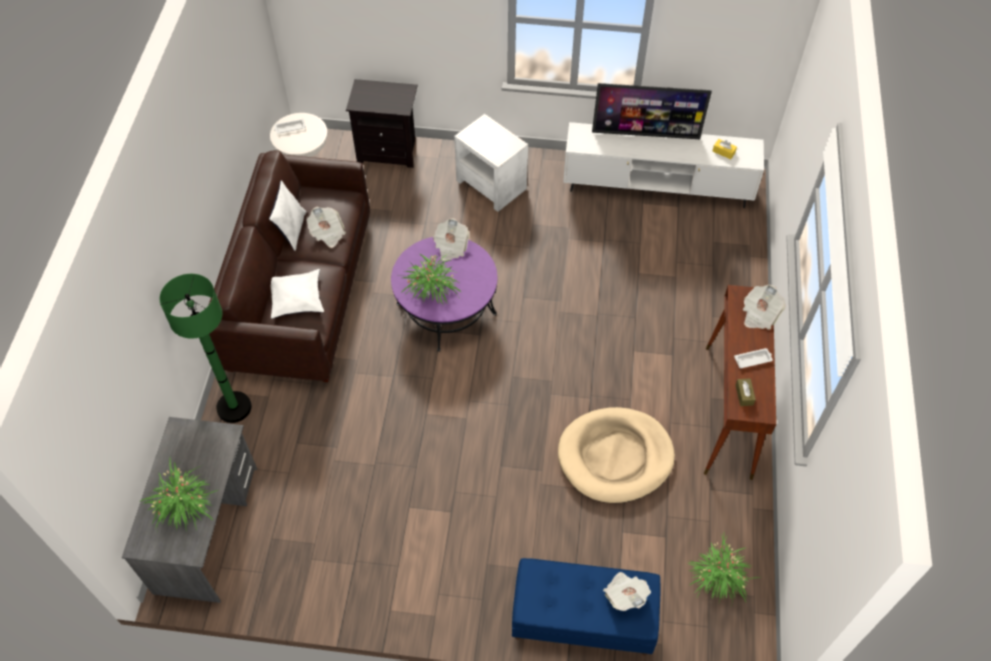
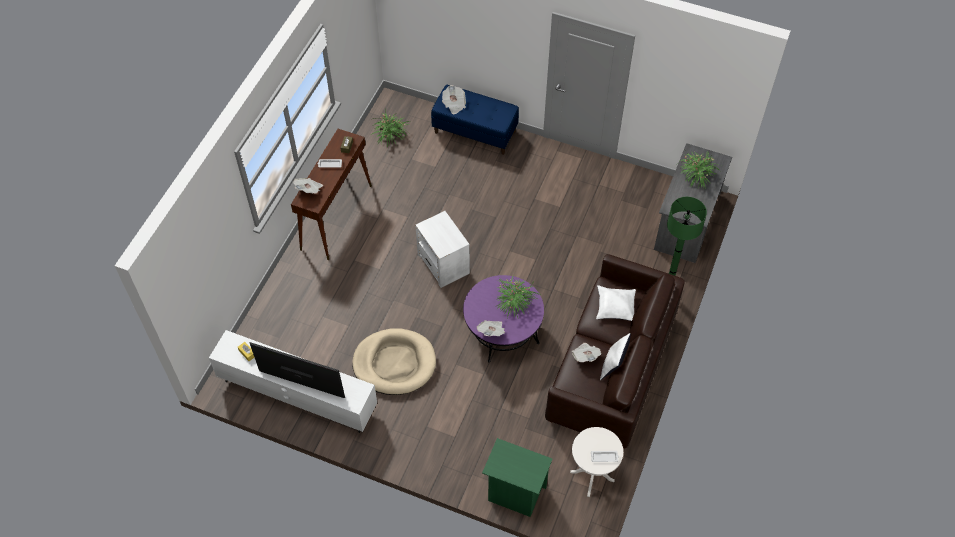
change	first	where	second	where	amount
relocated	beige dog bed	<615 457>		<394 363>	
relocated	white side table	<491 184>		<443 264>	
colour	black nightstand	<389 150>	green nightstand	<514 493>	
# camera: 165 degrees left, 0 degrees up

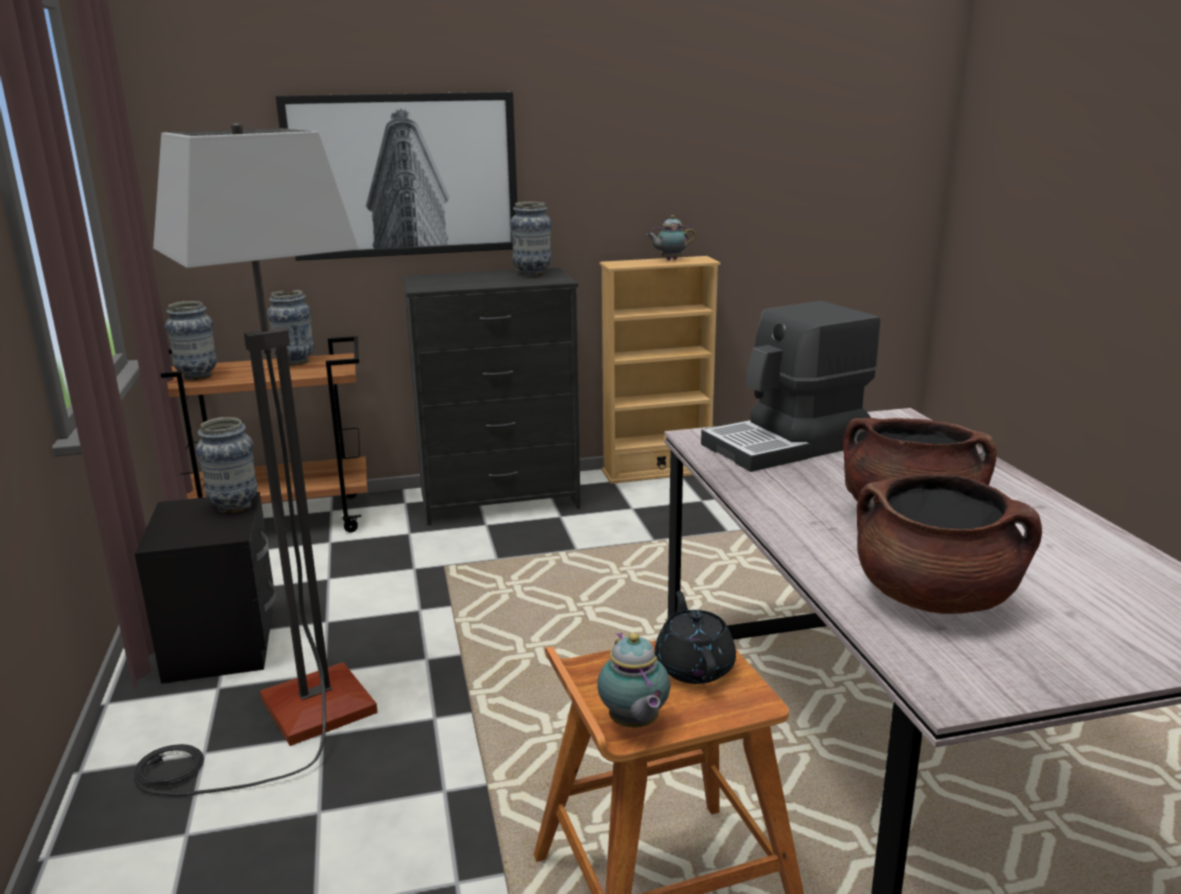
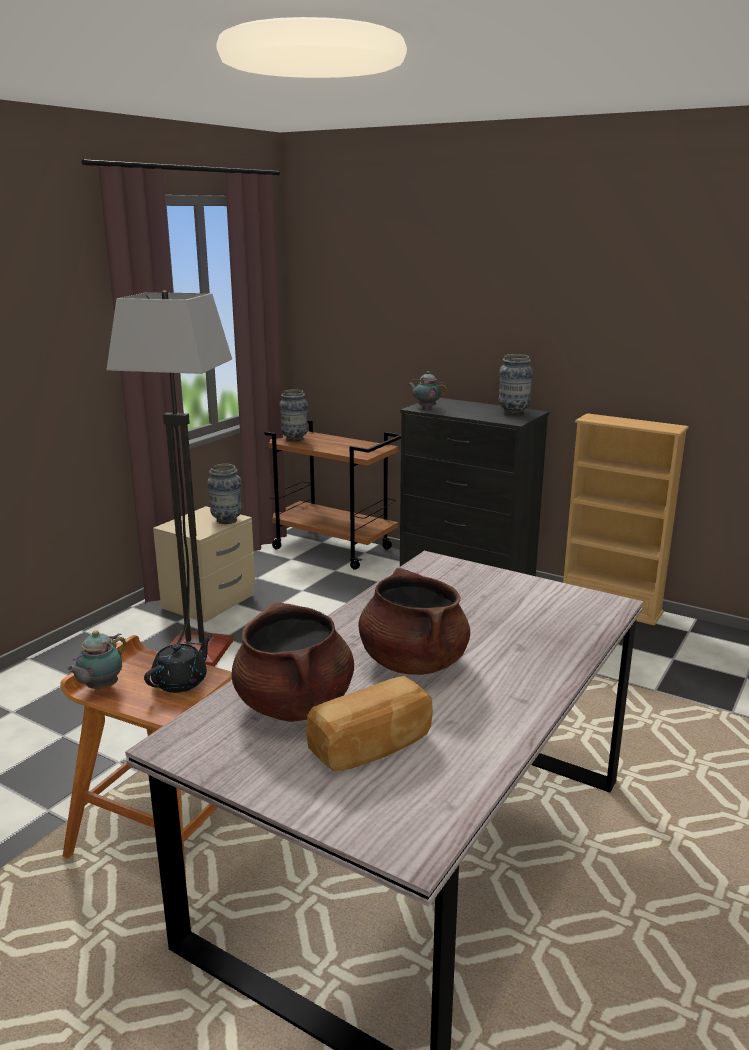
change	first	where	second	where	amount
colour	black nightstand	<225 644>	beige nightstand	<210 602>	
appeared			bread	<372 747>	
relocated	teapot	<670 260>		<426 407>	
missing	vase	<295 362>			
missing	picture	<403 176>			
missing	coffee machine	<787 445>			
# camera: 45 degrees right, 0 degrees up

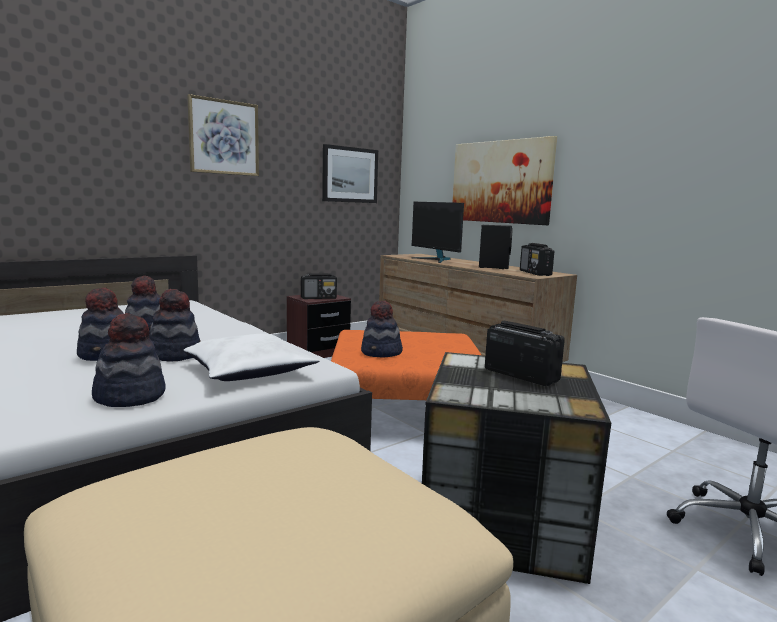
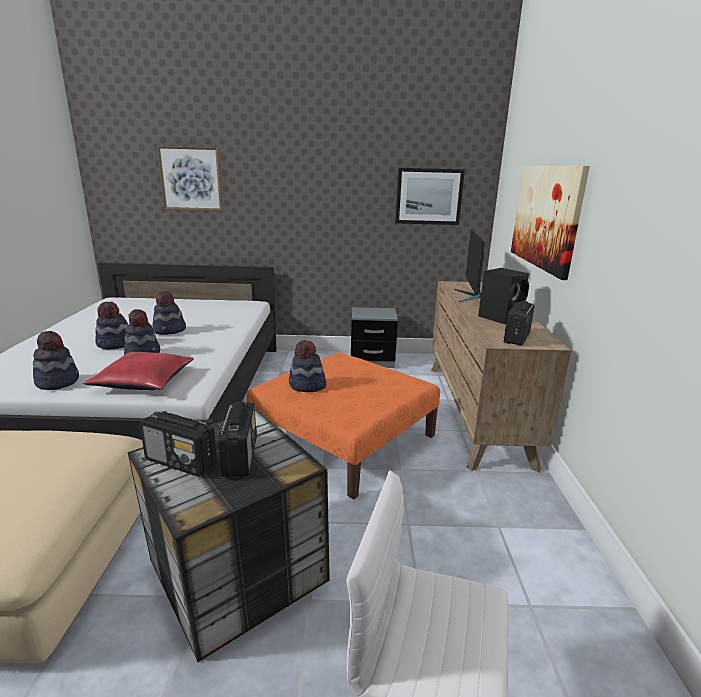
change	first	where	second	where	amount
colour	white pillow	<249 371>	red pillow	<145 381>	
relocated	radio	<319 298>		<181 462>	
relocated	picture	<224 137>		<191 179>	
colour	brown nightstand	<318 353>	grey nightstand	<371 361>	
# camera: 40 degrees right, 10 degrees up

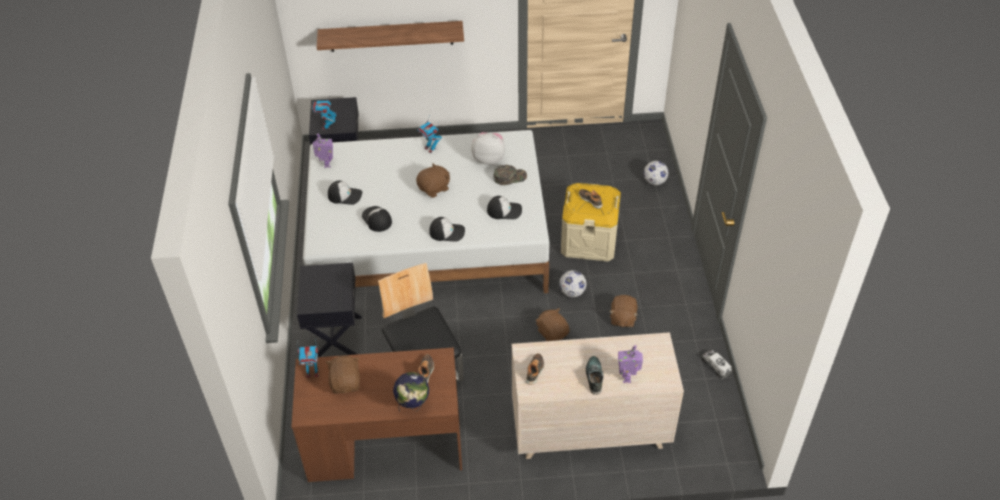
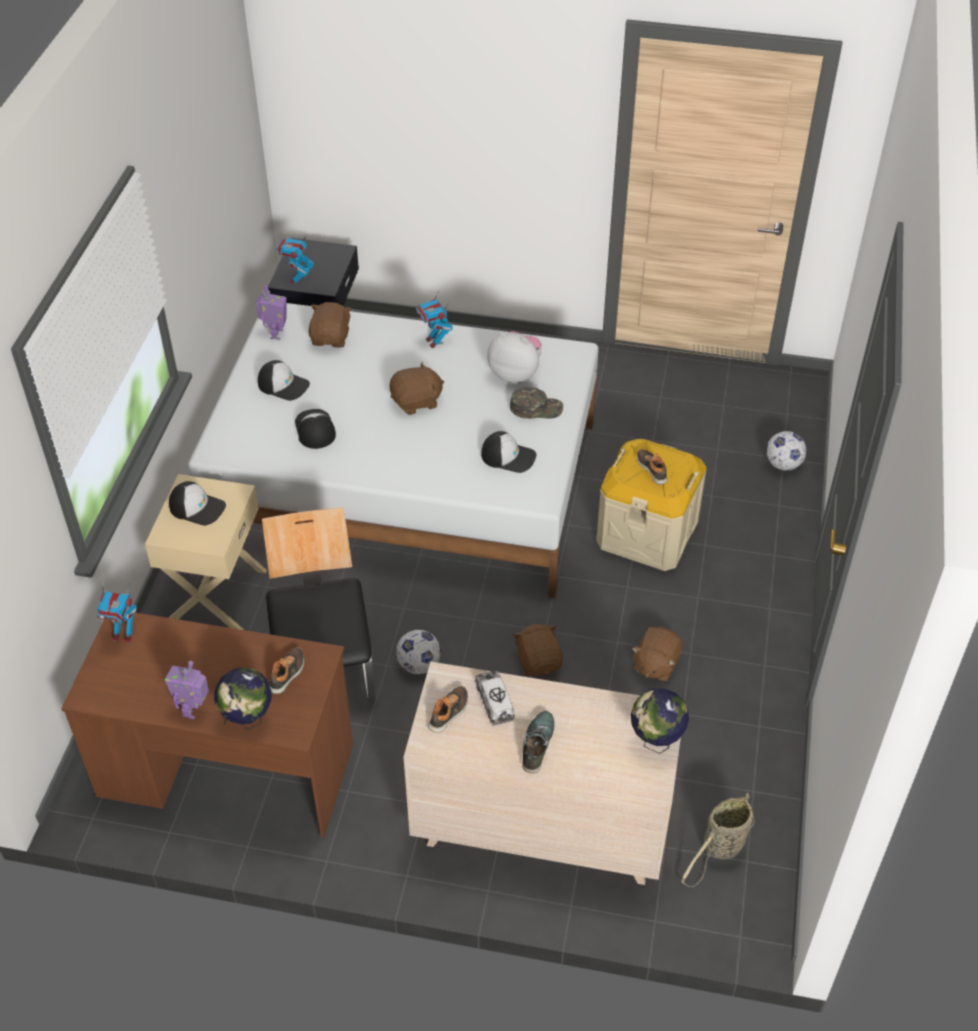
change	first	where	second	where	amount
colour	black nightstand	<335 339>	beige nightstand	<216 594>	
relocated	toy robot	<627 377>		<193 710>	
relocated	cap	<447 232>		<197 507>	
relocated	brown plush toy	<346 383>		<331 338>	
relocated	football	<572 292>		<418 665>	
relocated	toy truck	<716 366>		<494 702>	
appeared			globe	<656 742>	
appeared			basket	<721 848>	
missing	shelf	<391 36>			
# camera: 15 degrees right, 0 degrees up

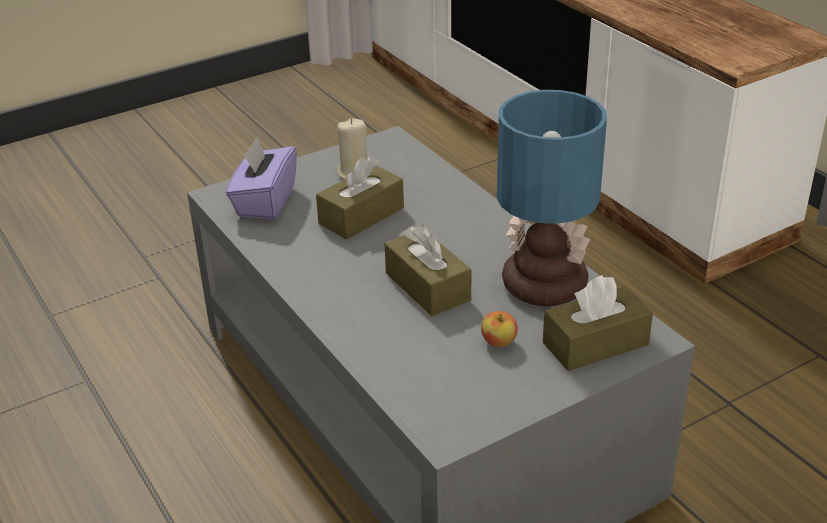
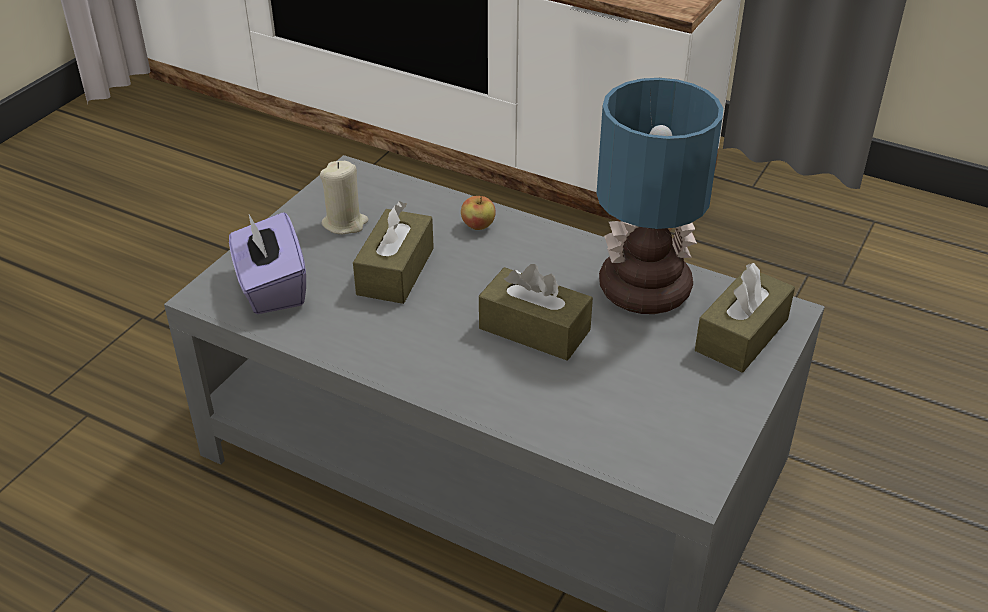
change	first	where	second	where	amount
relocated	apple	<499 342>		<478 226>	
# camera: 30 degrees left, 5 degrees up

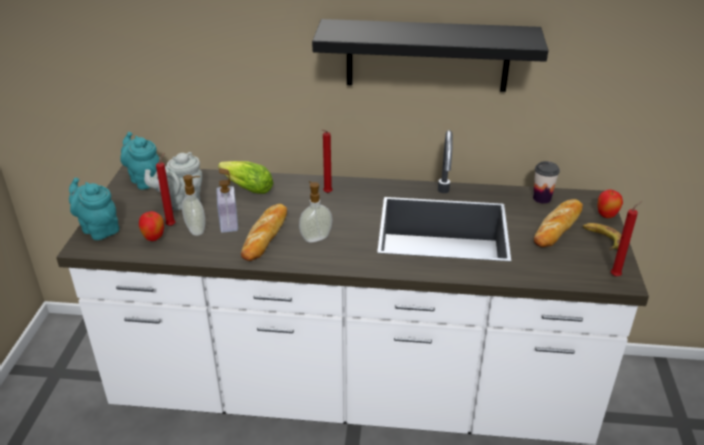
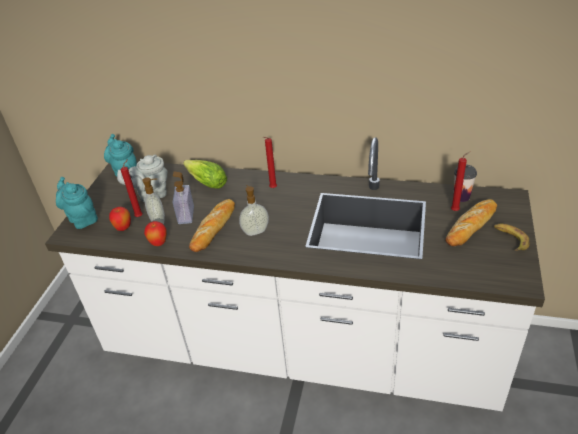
change	first	where	second	where	amount
relocated	apple	<606 216>		<159 243>	
relocated	red candle	<616 275>		<456 210>	
missing	black shelf	<427 55>			
# camera: 10 degrees right, 5 degrees up

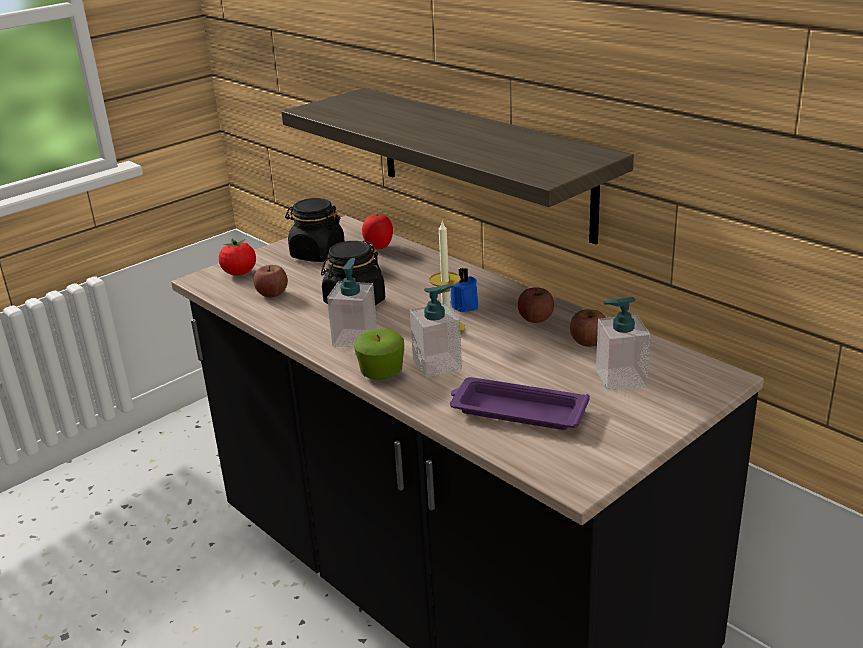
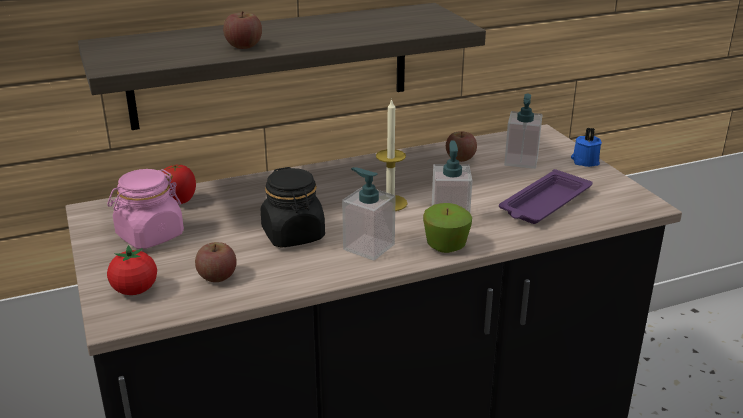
change	first	where	second	where	amount
colour	black jar	<317 254>	pink jar	<150 236>	
relocated	apple	<535 318>		<244 46>	
relocated	blue candle	<465 305>		<584 161>	
# camera: 70 degrees left, 0 degrees up

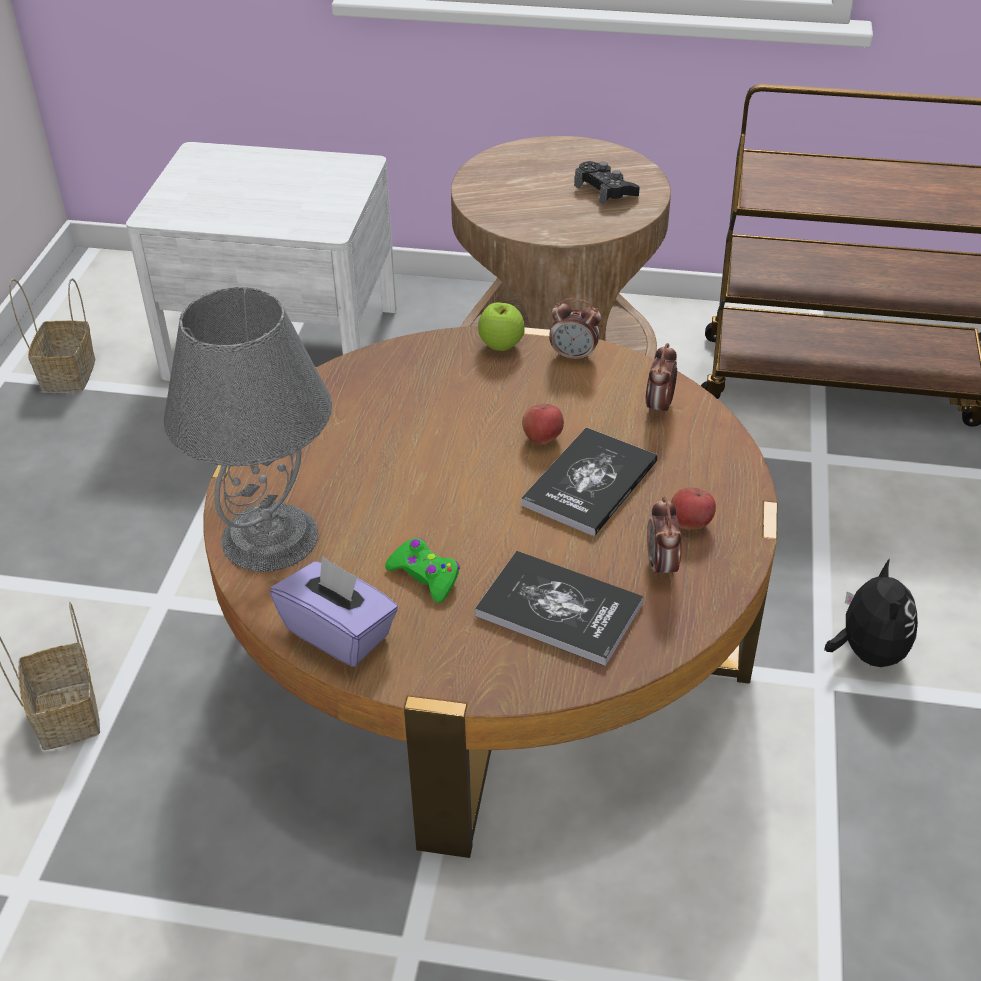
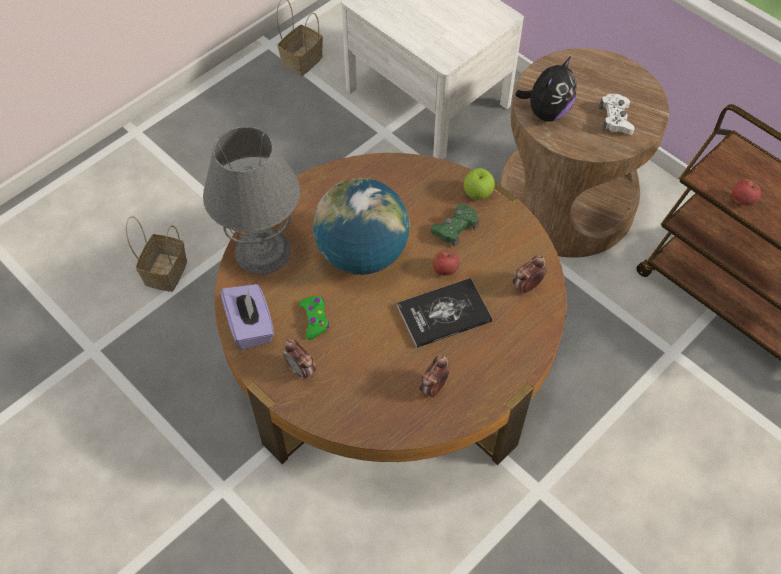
change	first	where	second	where	amount
relocated	alarm clock	<574 356>		<301 370>	
appeared			globe	<362 254>	
appeared			green game controller	<455 228>	
relocated	plush toy	<867 652>		<546 112>	
colour	black game controller	<605 190>	white game controller	<615 119>	
relocated	apple	<690 523>		<742 200>	
missing	book	<559 609>			
# camera: 35 degrees right, 15 degrees up

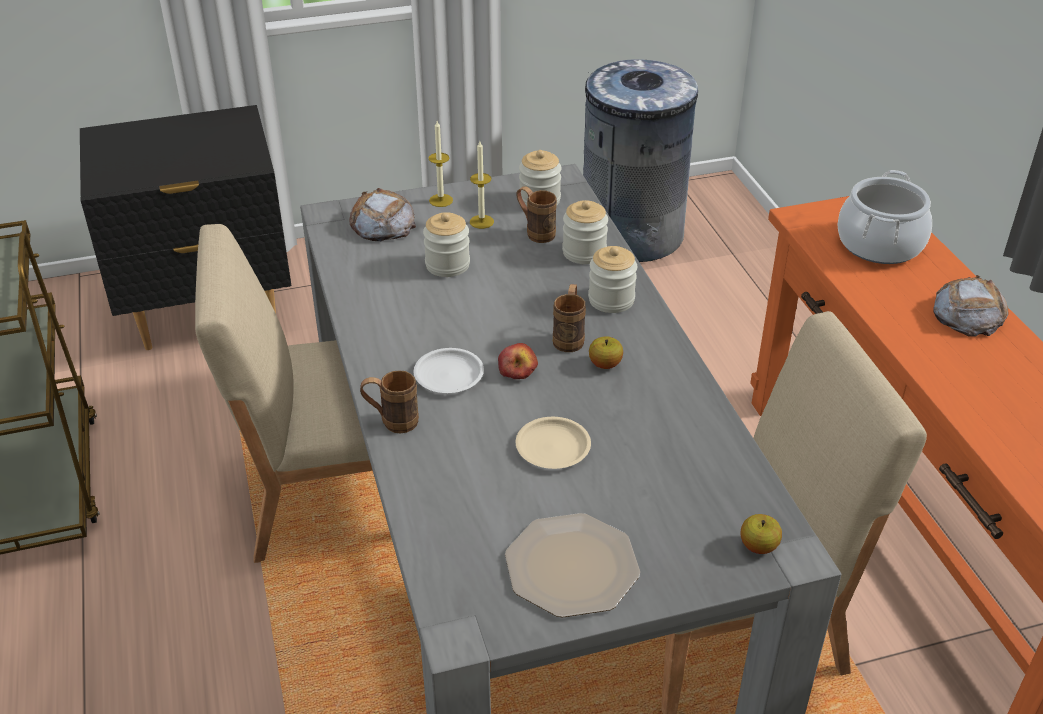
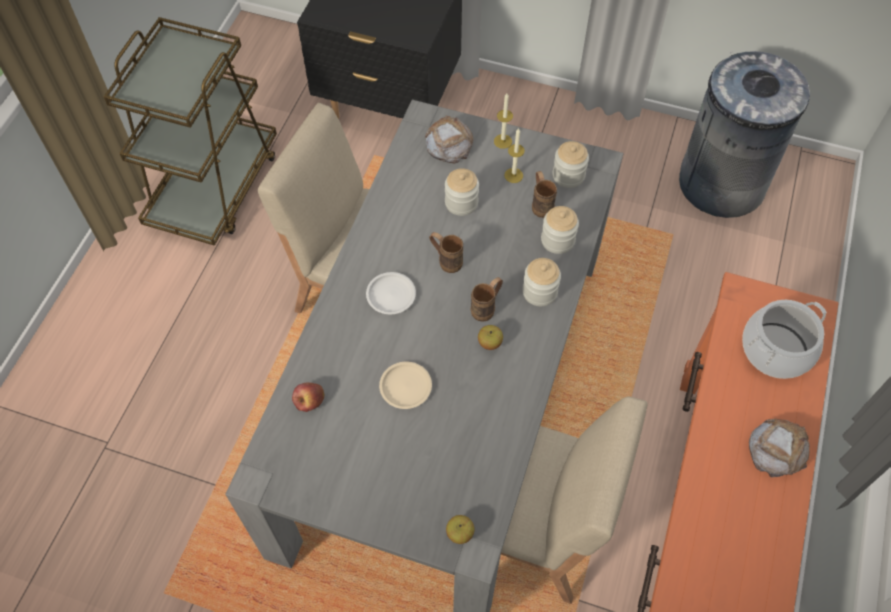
change	first	where	second	where	amount
relocated	apple	<518 370>		<309 399>	
relocated	brown mug	<391 422>		<446 261>	
missing	plate	<570 567>			
# camera: 35 degrees right, 20 degrees up

